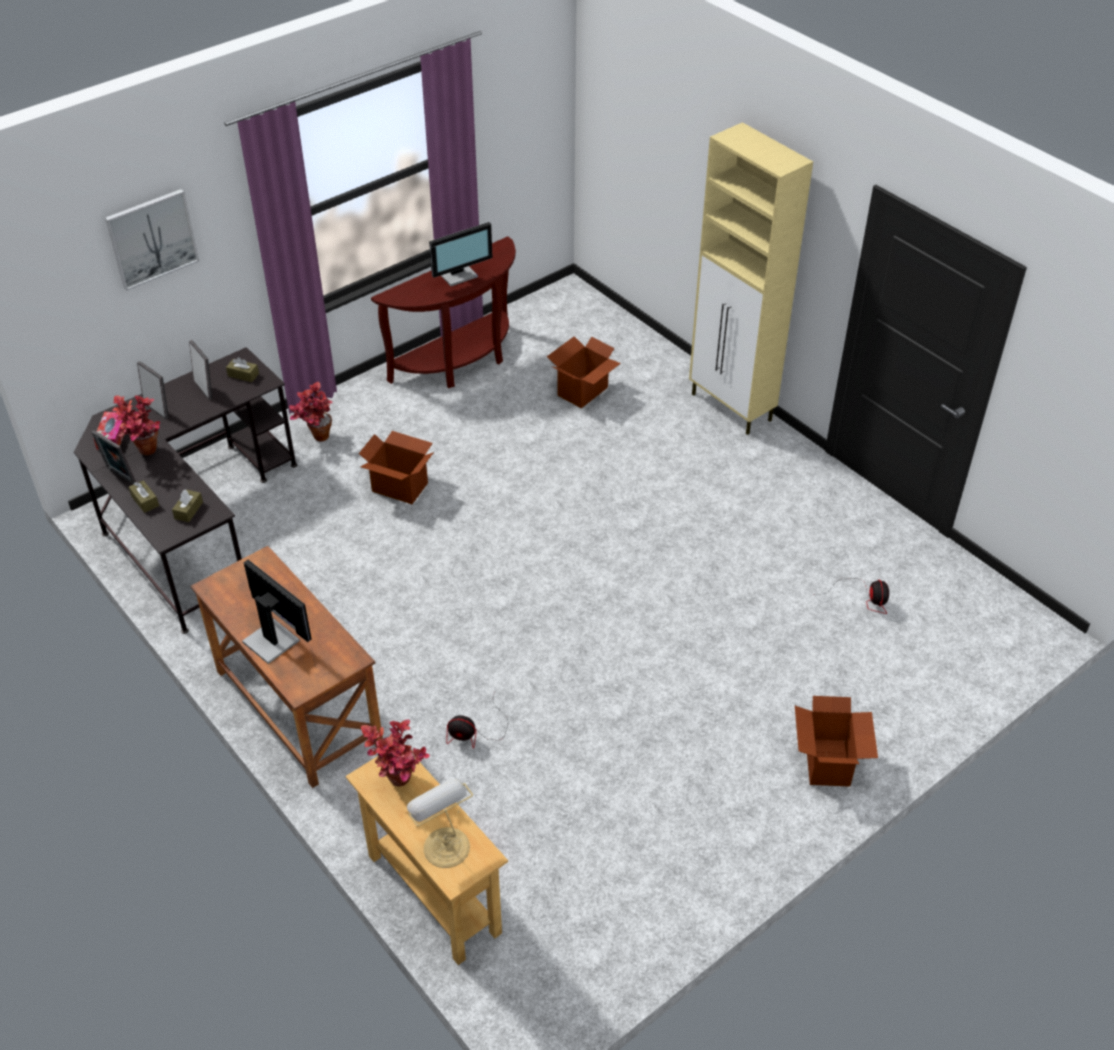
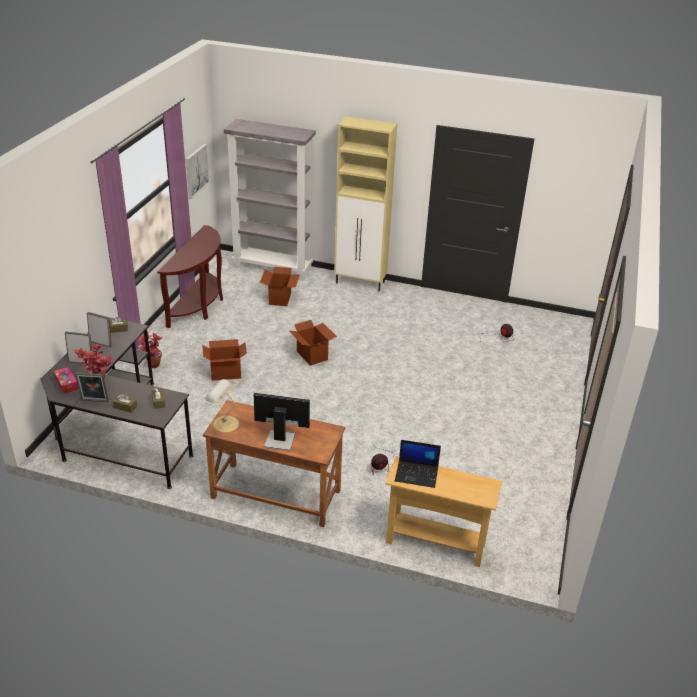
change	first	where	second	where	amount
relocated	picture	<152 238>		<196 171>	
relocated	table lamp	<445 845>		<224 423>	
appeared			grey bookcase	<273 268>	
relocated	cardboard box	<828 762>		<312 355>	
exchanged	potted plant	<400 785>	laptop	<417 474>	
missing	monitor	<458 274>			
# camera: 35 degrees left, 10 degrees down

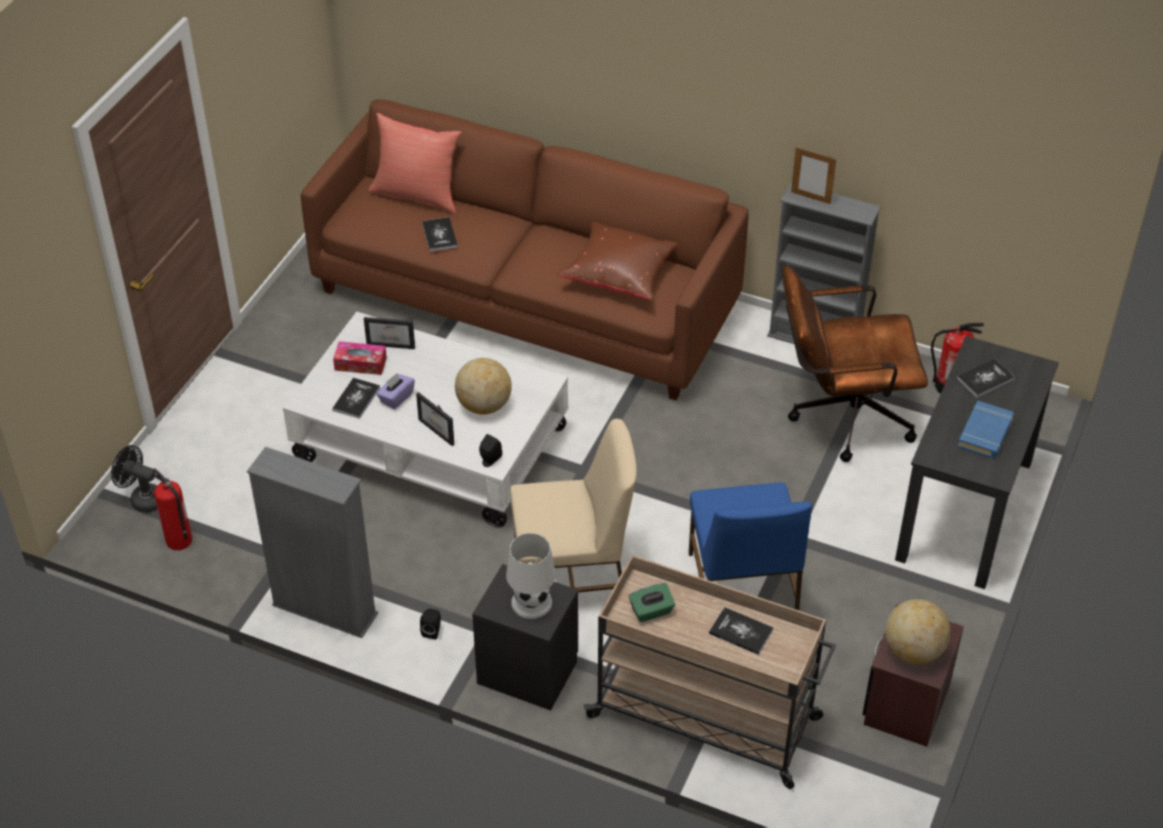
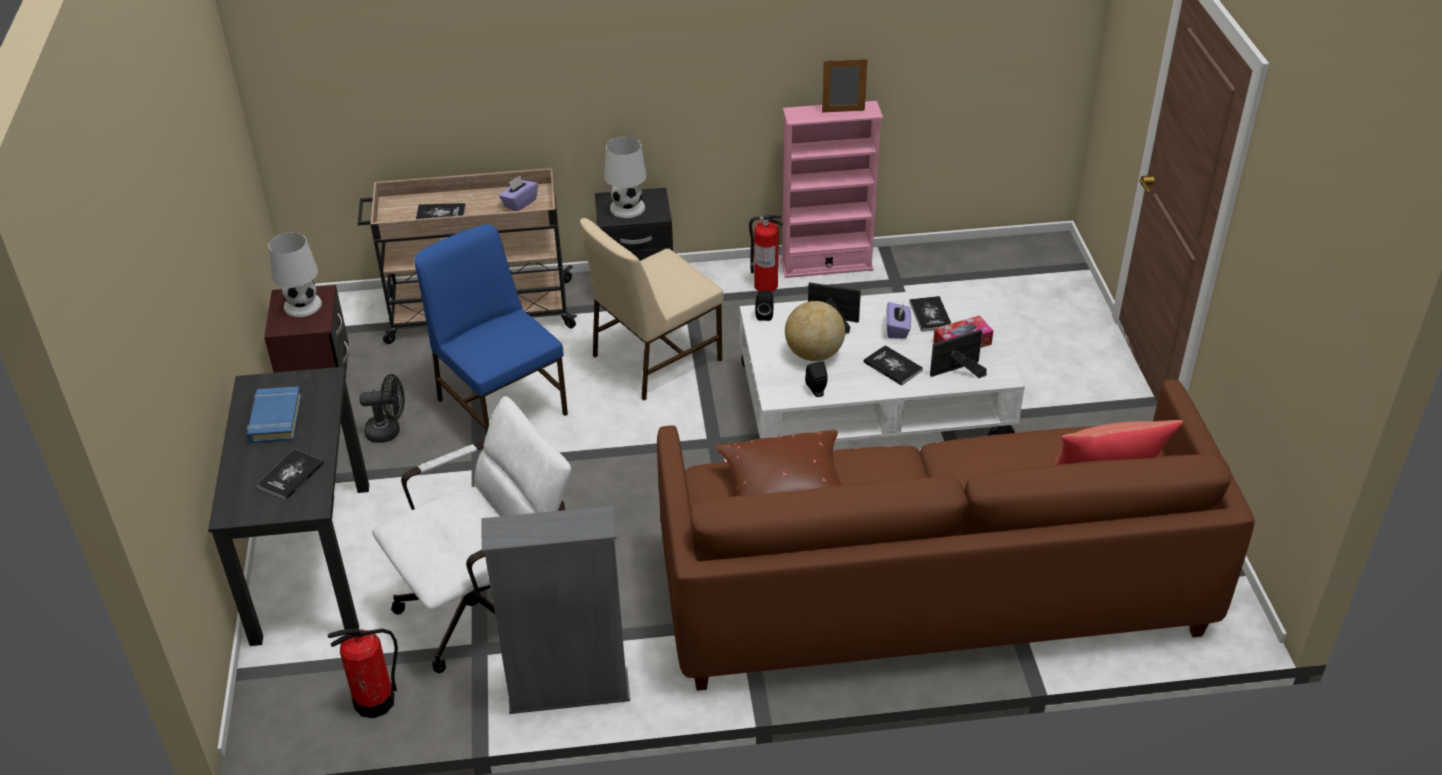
change	first	where	second	where	amount
exchanged	globe	<913 650>	white table lamp	<303 305>	
relocated	black fan	<142 498>		<389 431>	
colour	brown office chair	<841 416>	white office chair	<488 606>	
colour	green tissue box	<651 611>	purple tissue box	<519 203>	
relocated	fire extinguisher	<179 540>		<765 285>	
colour	grey bookcase	<325 610>	pink bookcase	<826 265>	
relocated	black speaker	<432 631>		<817 391>	
relocated	picture frame	<810 198>		<843 111>	
relocated	book	<439 235>		<893 366>	
# camera: 150 degrees right, 5 degrees down

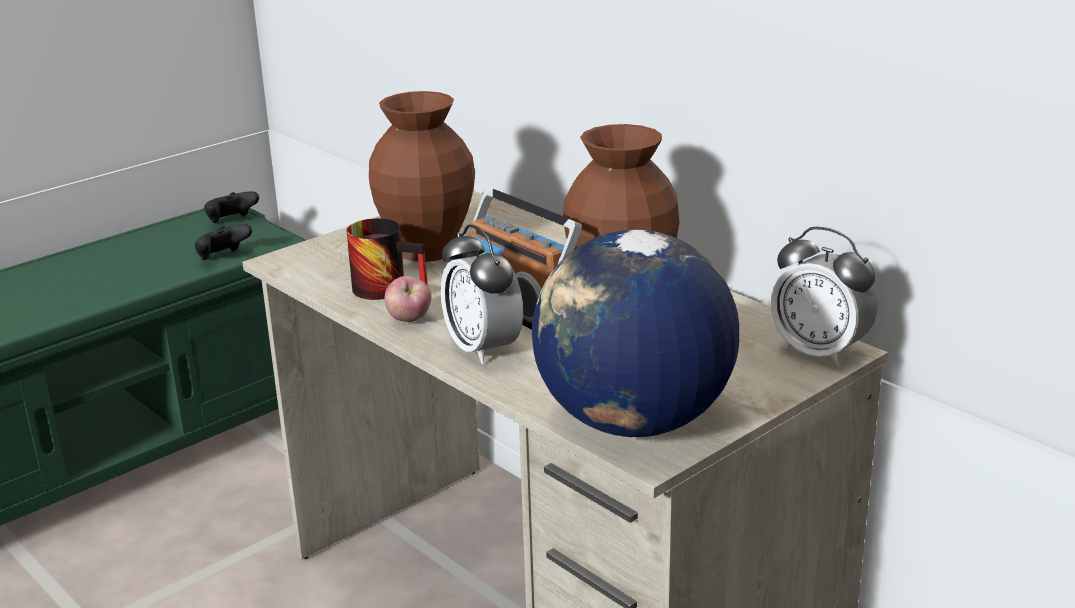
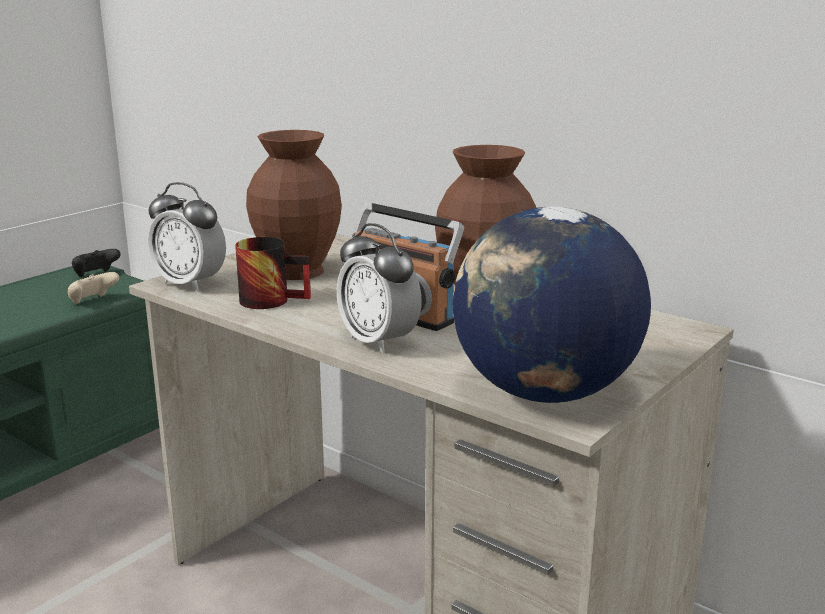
change	first	where	second	where	amount
colour	black game controller	<223 258>	beige game controller	<92 302>	
relocated	alarm clock	<820 352>		<190 284>	
missing	apple	<409 320>			
# camera: 10 degrees left, 5 degrees down

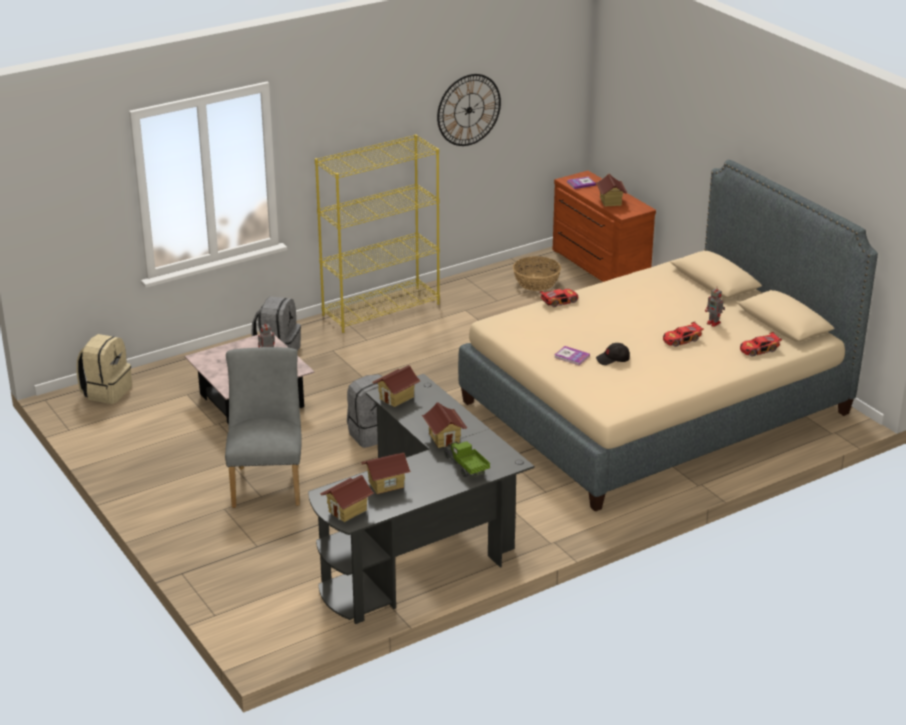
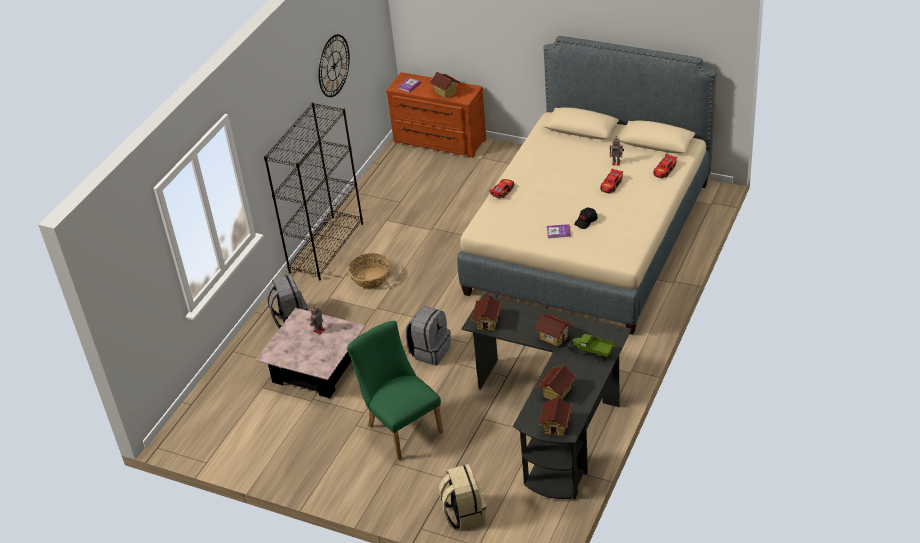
change	first	where	second	where	amount
colour	yellow bookcase	<381 309>	black bookcase	<326 247>	
colour	grey chair	<268 482>	green chair	<401 427>	
relocated	basket	<536 282>		<370 278>	
relocated	beige backpack	<106 391>		<464 513>	
# camera: 30 degrees left, 10 degrees up

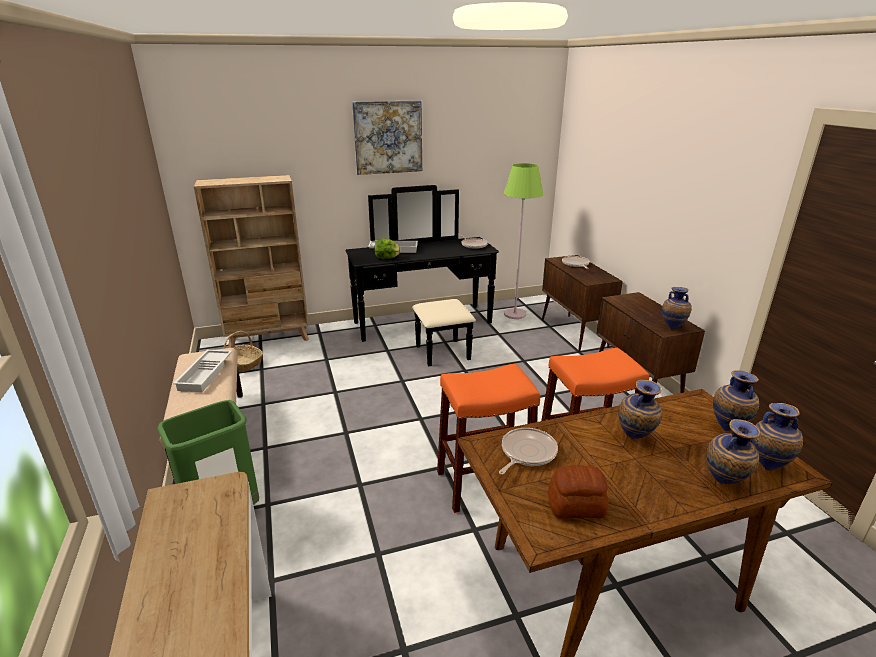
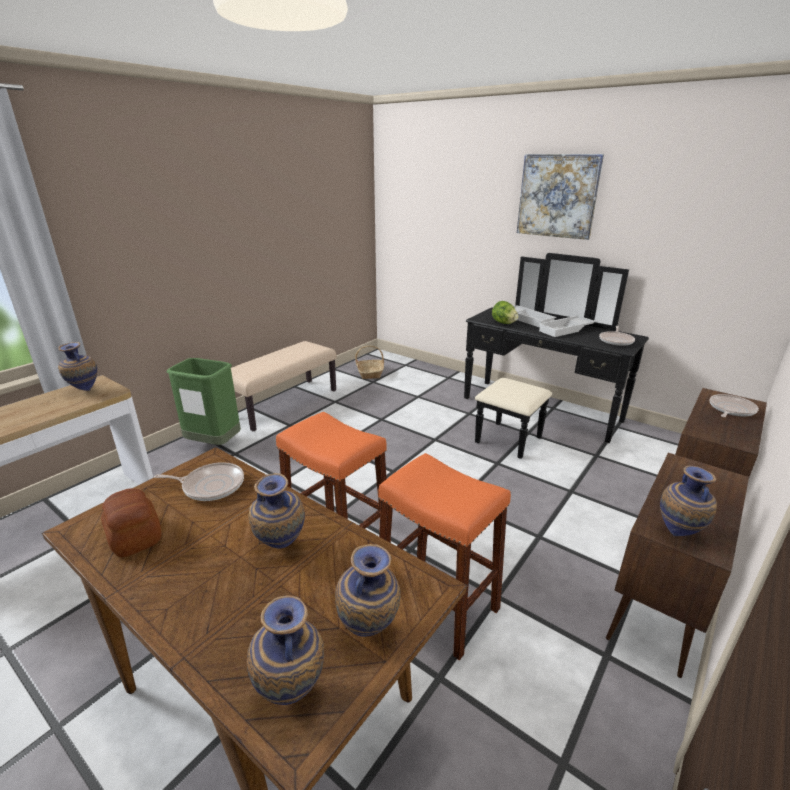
change	first	where	second	where	amount
relocated	vase	<723 484>		<84 391>	
relocated	white tray	<206 374>		<566 330>	
missing	beige bookcase	<269 339>			
missing	green floor lamp	<515 314>			
# camera: 55 degrees right, 0 degrees up

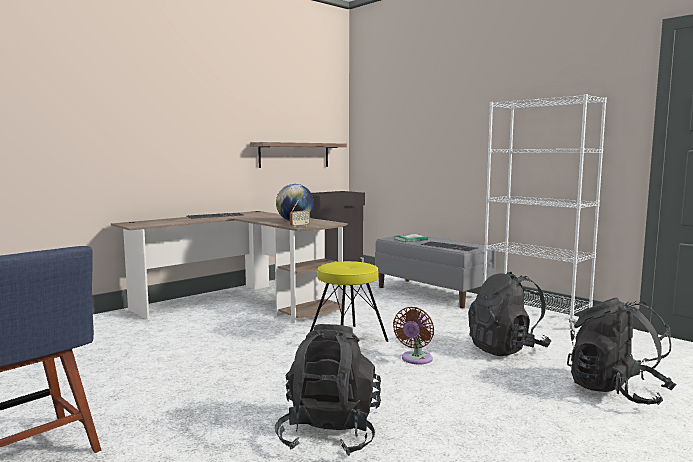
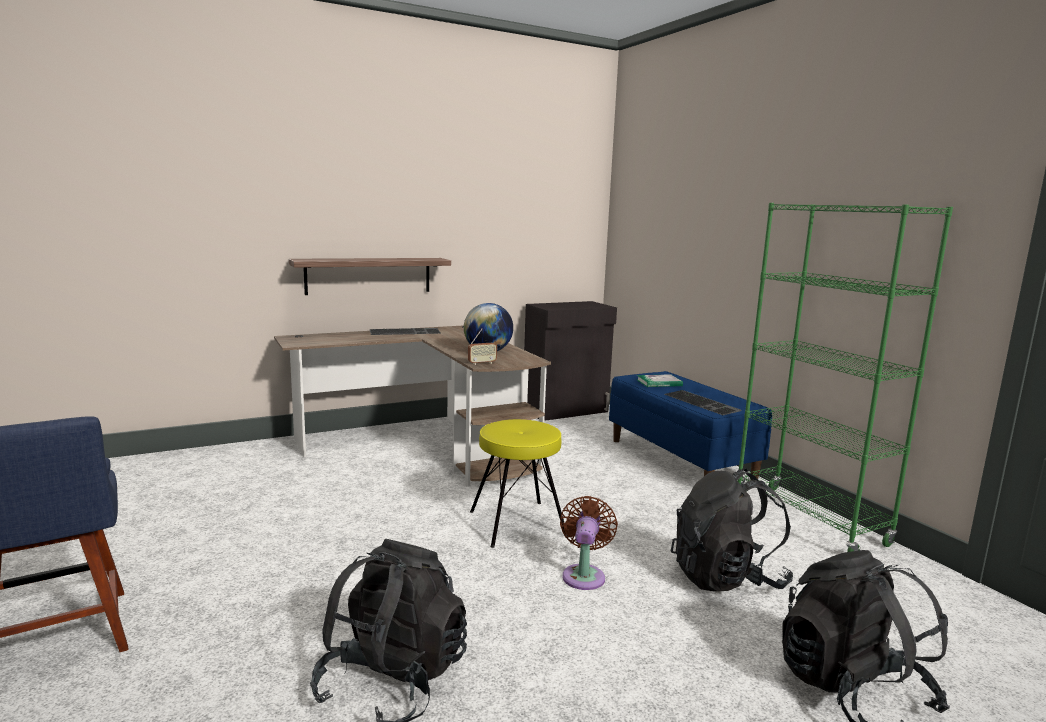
change	first	where	second	where	amount
relocated	shelf	<294 155>		<369 275>	
spun	brown fan	<415 359>		<584 575>	150 degrees clockwise
colour	grey bench	<432 293>	blue bench	<681 460>	
colour	white bookcase	<535 315>	green bookcase	<809 520>	
# camera: 15 degrees right, 5 degrees up

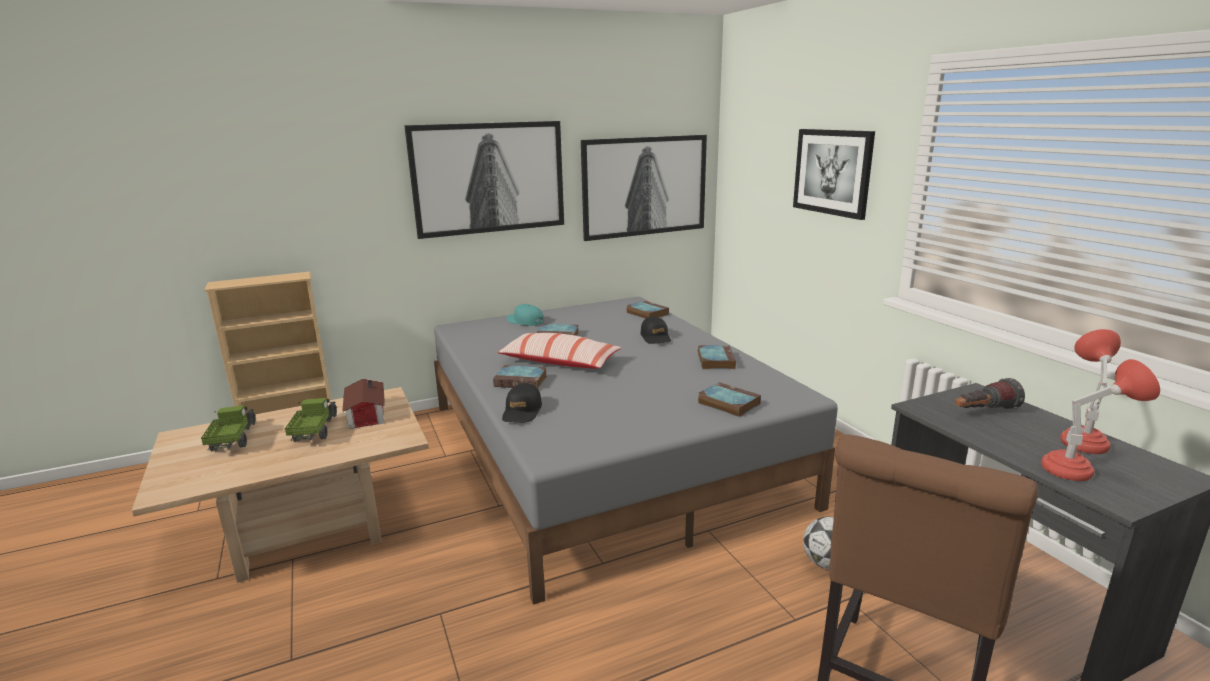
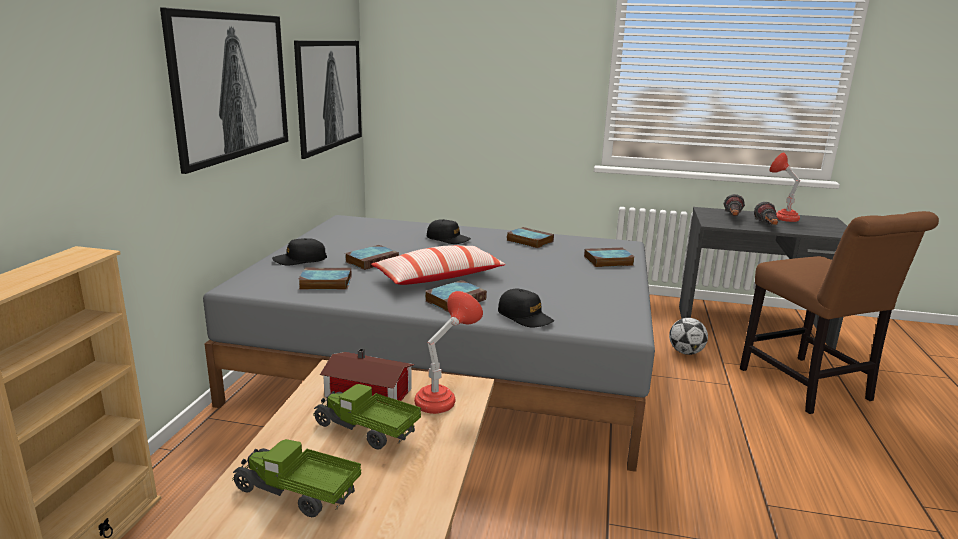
change	first	where	second	where	amount
colour	turquoise cap	<525 321>	black cap	<300 260>	
relocated	book	<646 313>		<324 283>	
relocated	red table lamp	<1080 471>		<444 399>	
appeared			flashlight	<767 226>	
missing	picture	<832 172>			
# camera: 55 degrees left, 0 degrees up

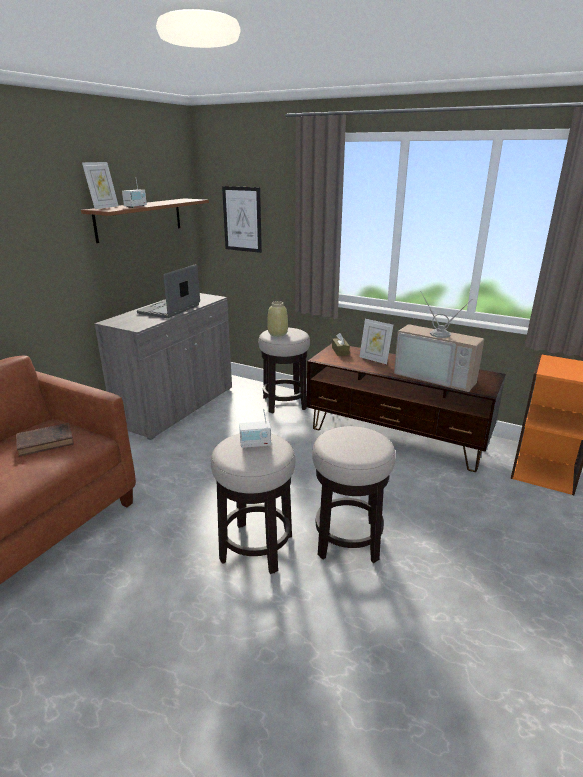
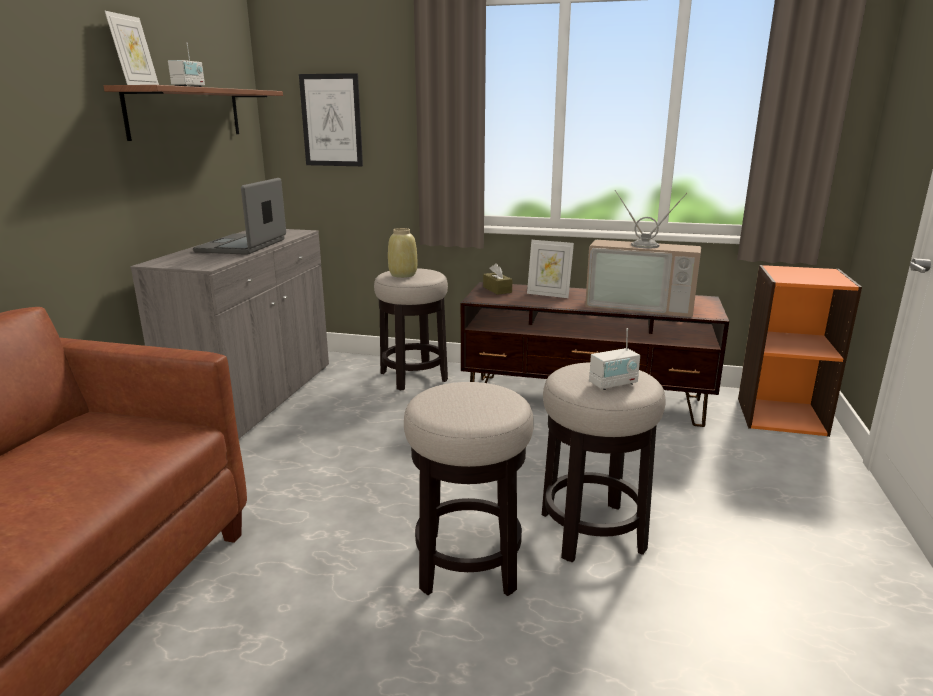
change	first	where	second	where	amount
relocated	radio	<255 444>		<613 384>	
missing	brown book	<47 442>			
# camera: 15 degrees left, 5 degrees down

